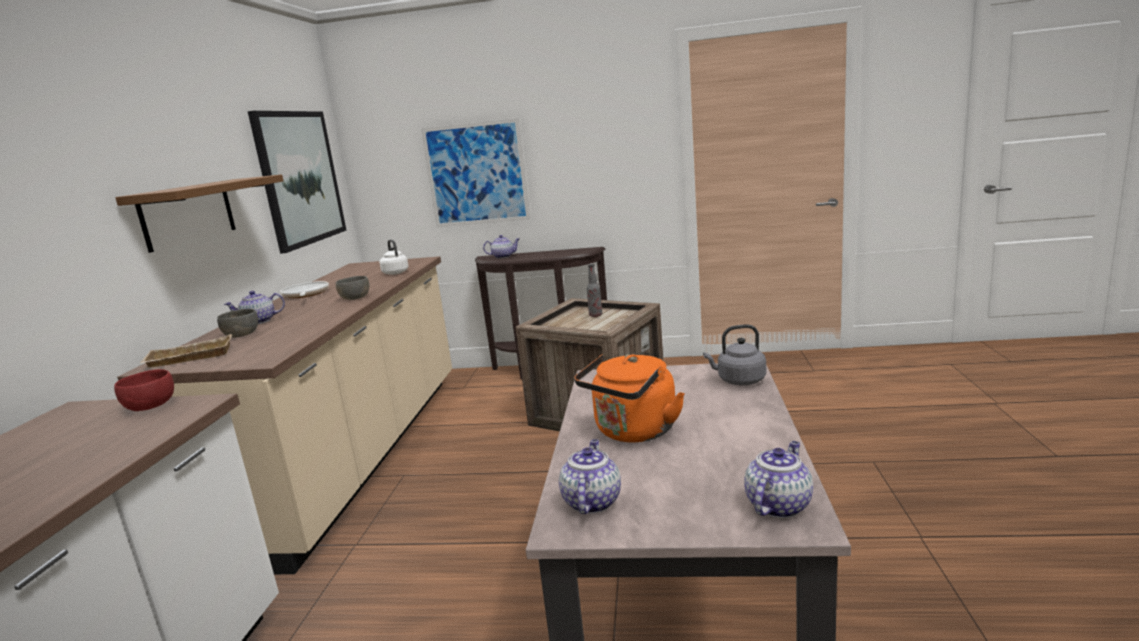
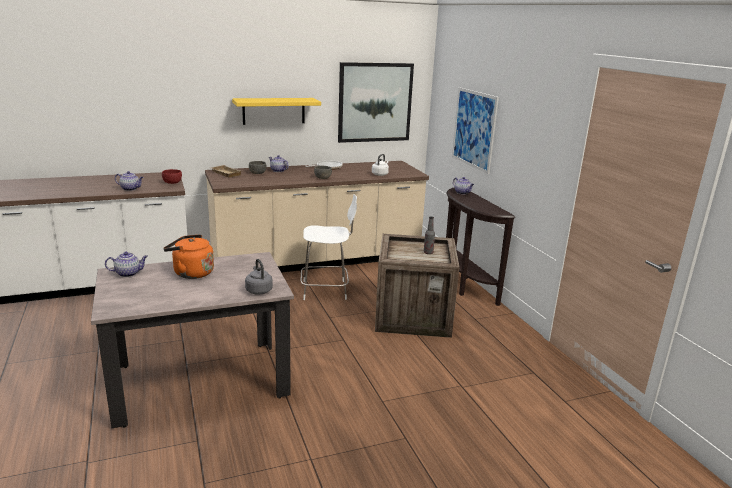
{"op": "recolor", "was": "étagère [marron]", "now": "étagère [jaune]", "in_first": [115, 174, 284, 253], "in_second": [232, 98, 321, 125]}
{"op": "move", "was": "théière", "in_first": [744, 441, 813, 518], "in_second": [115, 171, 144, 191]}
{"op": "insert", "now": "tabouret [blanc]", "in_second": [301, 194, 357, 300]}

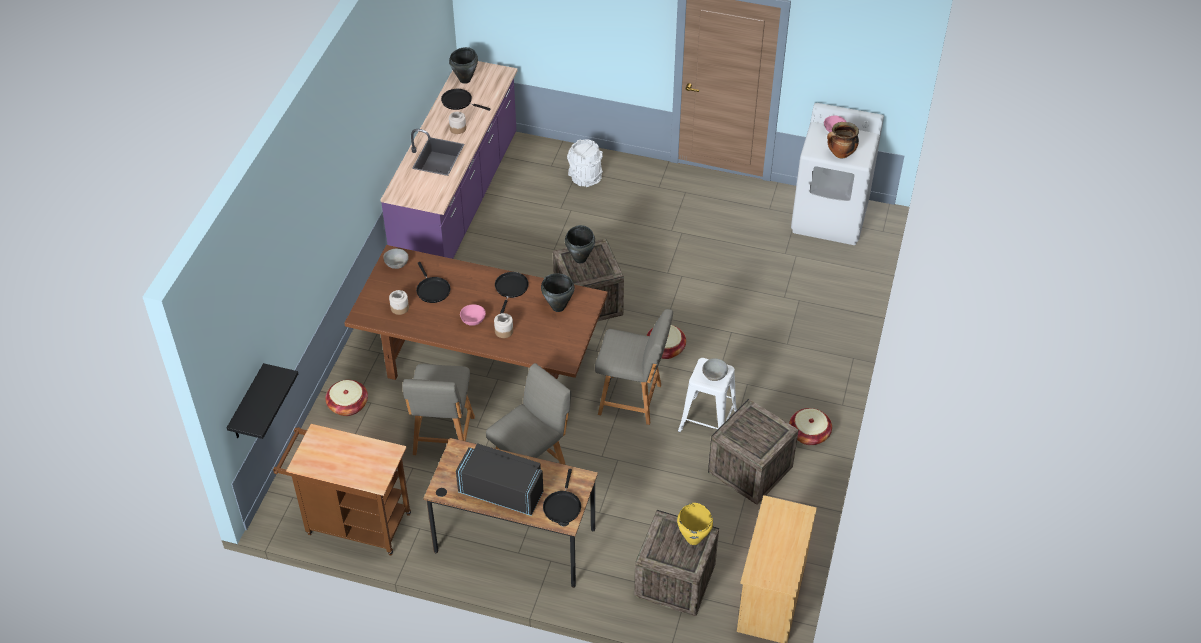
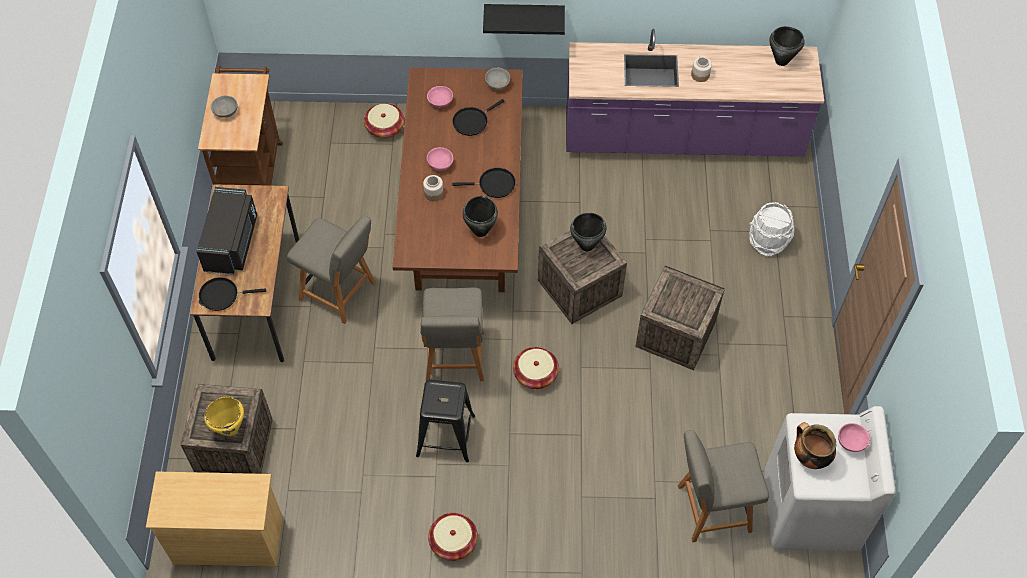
{"op": "move", "was": "étagère [noir]", "in_first": [227, 363, 298, 439], "in_second": [483, 4, 565, 35]}
{"op": "replace", "was": "bocal", "now": "bol [rose]", "in_first": [389, 290, 409, 315], "in_second": [427, 86, 453, 107]}
{"op": "move", "was": "chaise [gris]", "in_first": [402, 364, 475, 455], "in_second": [678, 430, 769, 542]}
{"op": "delete", "was": "poêle [noir]", "in_first": [441, 89, 491, 111]}
{"op": "recolor", "was": "tabouret [blanc]", "now": "tabouret [noir]", "in_first": [678, 358, 737, 432], "in_second": [416, 380, 475, 463]}
{"op": "move", "was": "bol [gris]", "in_first": [702, 358, 728, 381], "in_second": [211, 96, 237, 118]}
{"op": "move", "was": "caisse", "in_first": [708, 399, 799, 505], "in_second": [635, 266, 725, 370]}

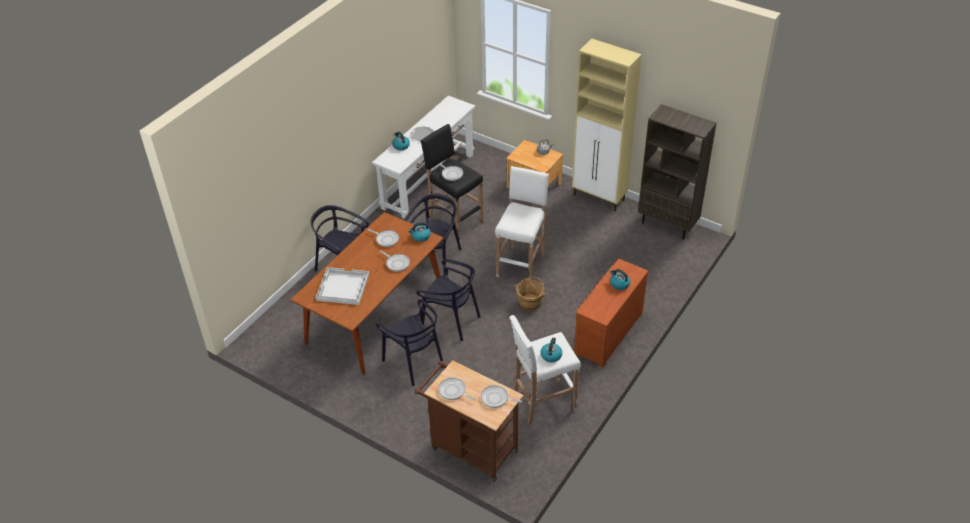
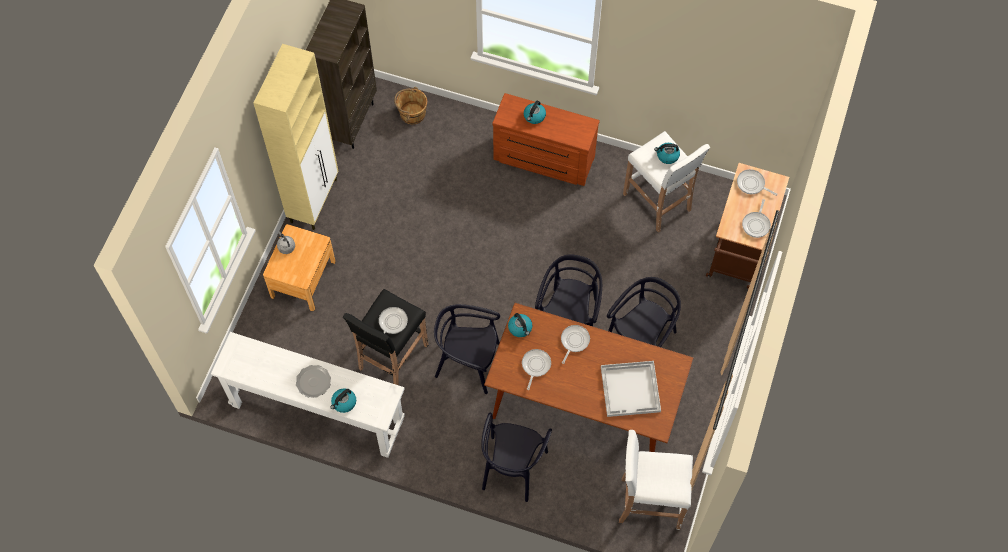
{"op": "rotate", "was": "poêle", "in_first": [481, 385, 522, 408], "in_second": [737, 169, 777, 196], "clockwise": 120}
{"op": "move", "was": "tabouret [blanc]", "in_first": [495, 166, 549, 279], "in_second": [619, 430, 693, 530]}
{"op": "move", "was": "seau [marron]", "in_first": [514, 277, 547, 311], "in_second": [394, 87, 427, 124]}

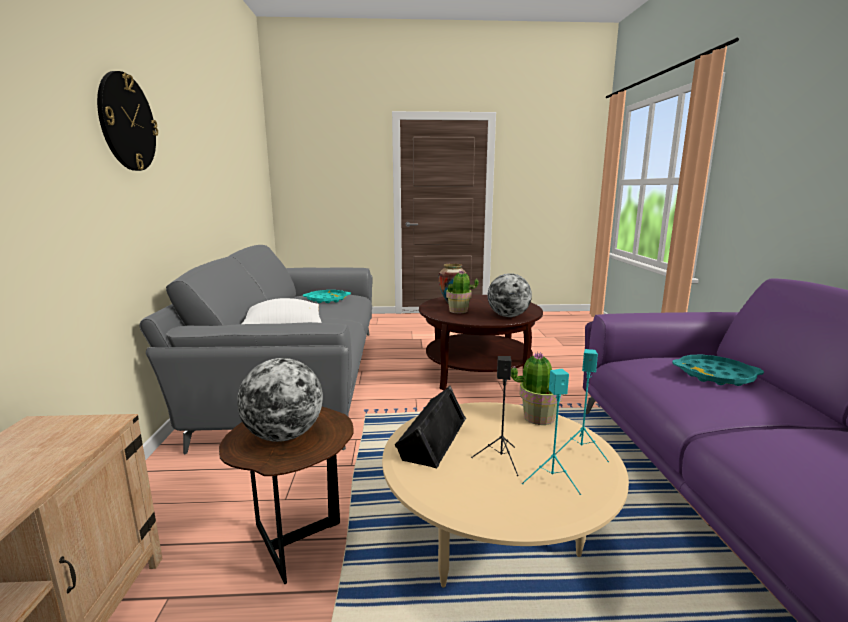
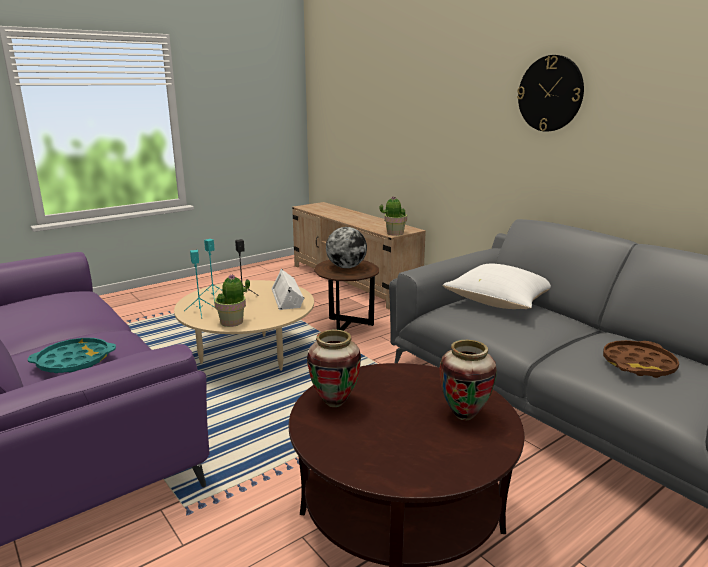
{"op": "recolor", "was": "plateau [turquoise]", "now": "plateau [marron]", "in_first": [303, 290, 351, 303], "in_second": [603, 340, 679, 378]}
{"op": "recolor", "was": "enceinte [noir]", "now": "enceinte [blanc]", "in_first": [395, 386, 466, 468], "in_second": [272, 268, 305, 310]}
{"op": "move", "was": "plante en pot", "in_first": [446, 270, 478, 313], "in_second": [380, 196, 407, 236]}
{"op": "replace", "was": "globe", "now": "vase", "in_first": [488, 273, 532, 317], "in_second": [307, 330, 361, 407]}

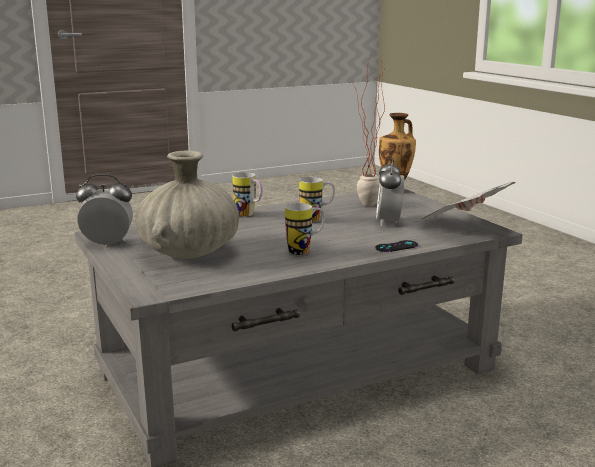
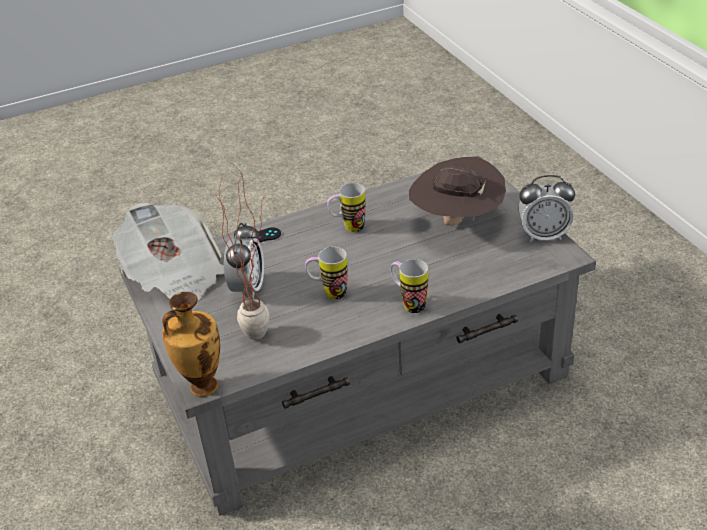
{"op": "replace", "was": "vase [beige]", "now": "chapeau [marron]", "in_first": [136, 151, 239, 259], "in_second": [409, 157, 506, 226]}

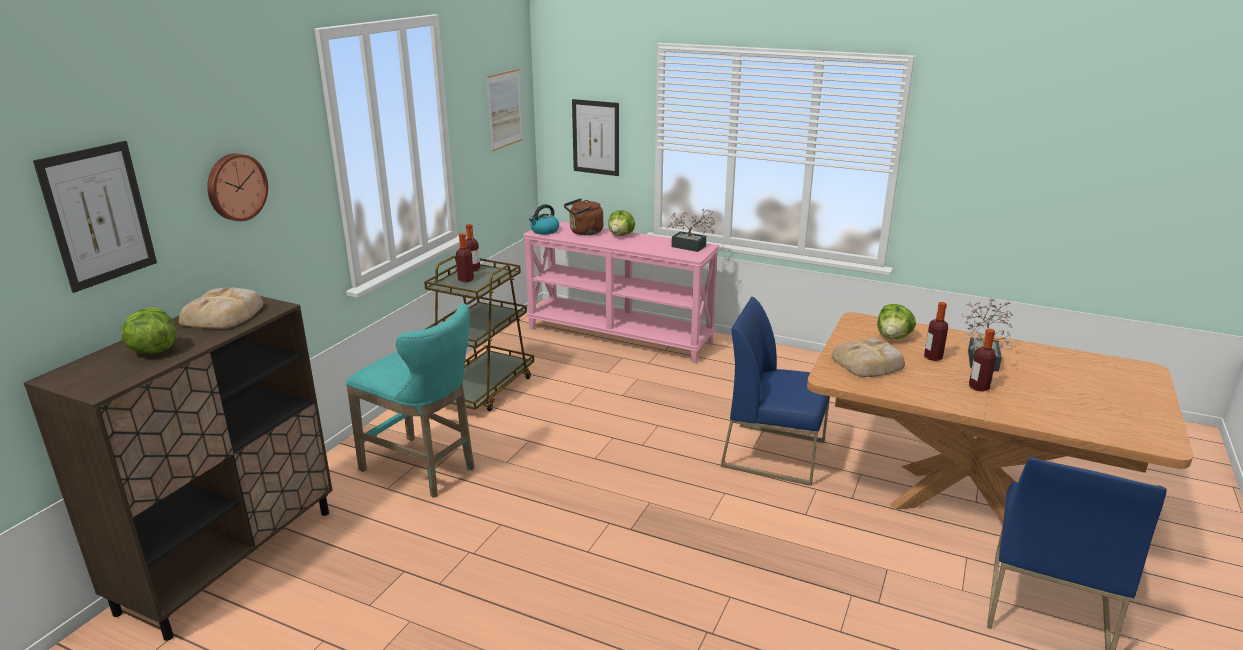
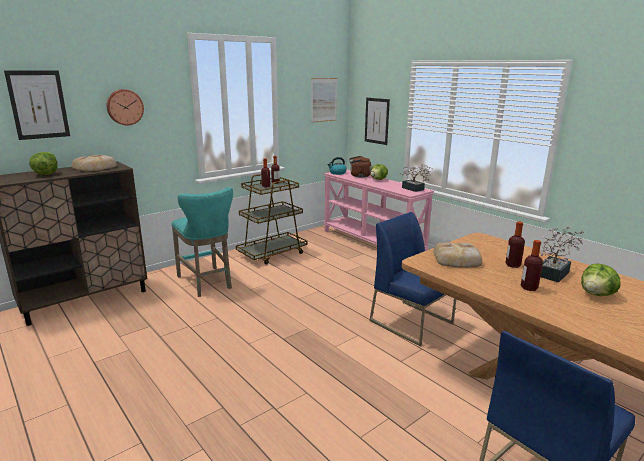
{"op": "move", "was": "laitue", "in_first": [878, 304, 916, 339], "in_second": [581, 263, 621, 296]}

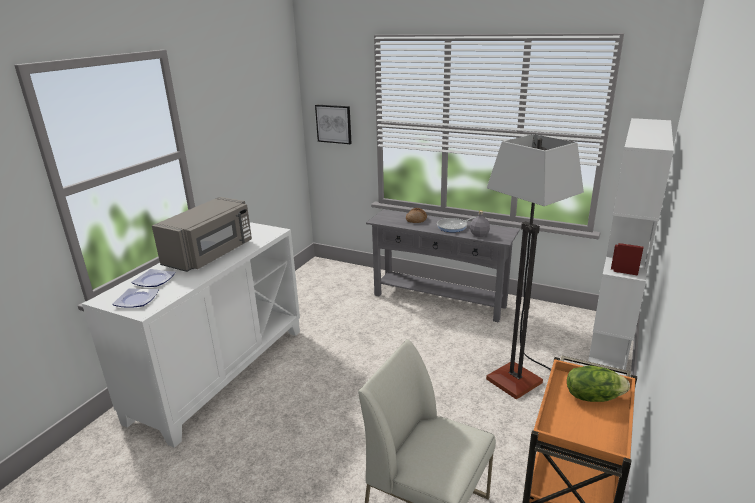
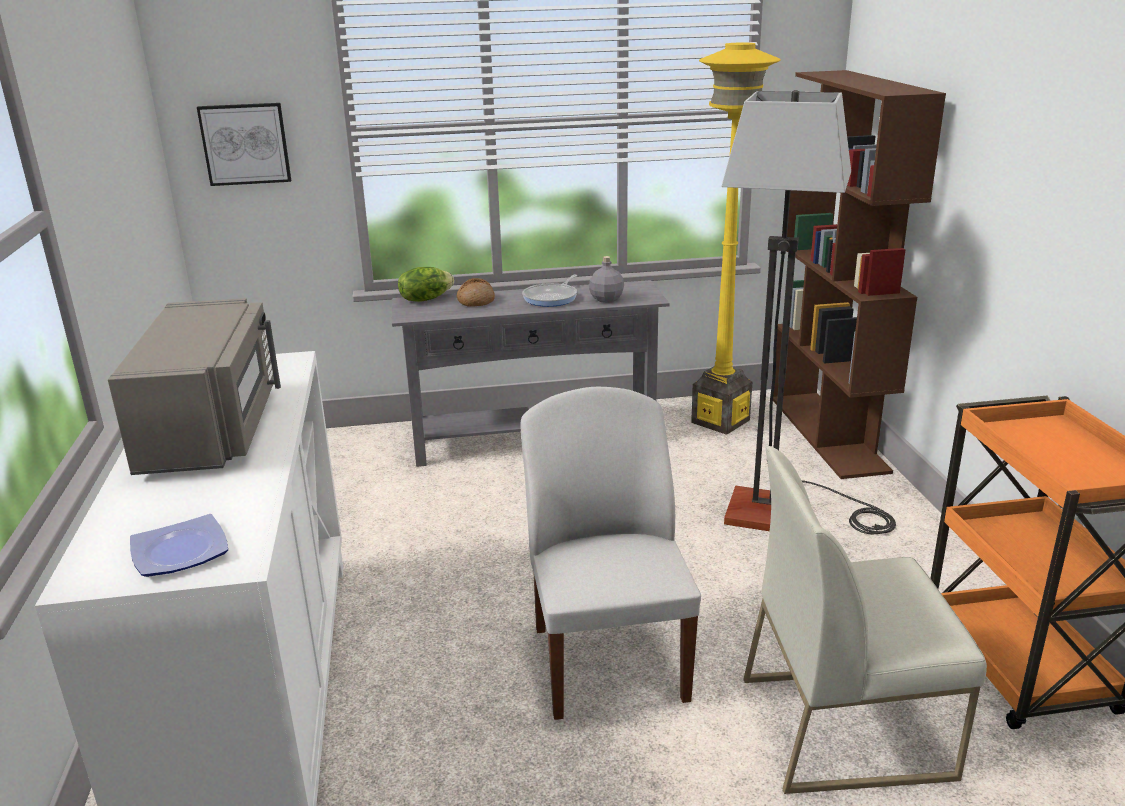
{"op": "delete", "was": "assiette", "in_first": [131, 269, 176, 287]}
{"op": "move", "was": "laitue", "in_first": [567, 365, 630, 402], "in_second": [398, 267, 454, 302]}
{"op": "recolor", "was": "bibliothèque [blanc]", "now": "bibliothèque [marron]", "in_first": [587, 118, 674, 376], "in_second": [773, 70, 946, 479]}
{"op": "insert", "now": "chaise [blanc]", "in_second": [520, 387, 701, 720]}
{"op": "insert", "now": "lampadaire [jaune]", "in_second": [691, 43, 781, 435]}

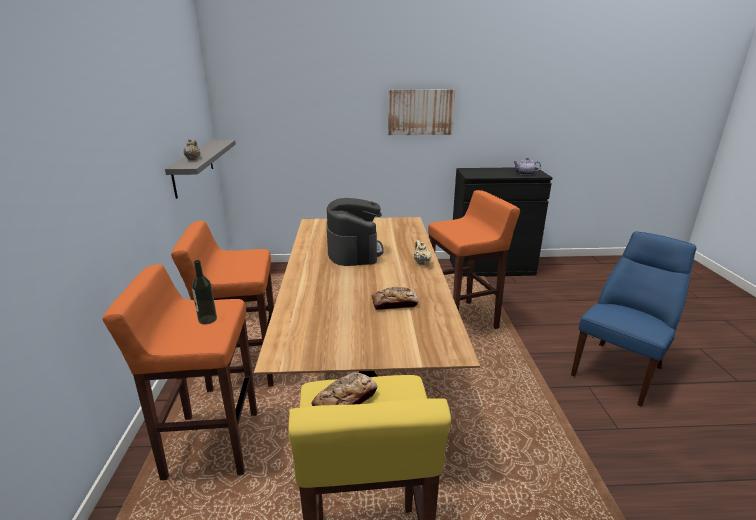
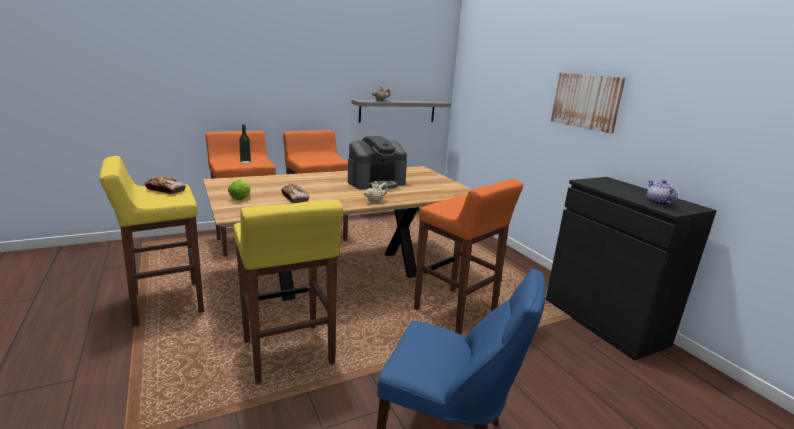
{"op": "insert", "now": "laitue", "in_second": [228, 179, 250, 200]}
{"op": "insert", "now": "tabouret [jaune]", "in_second": [233, 200, 343, 384]}

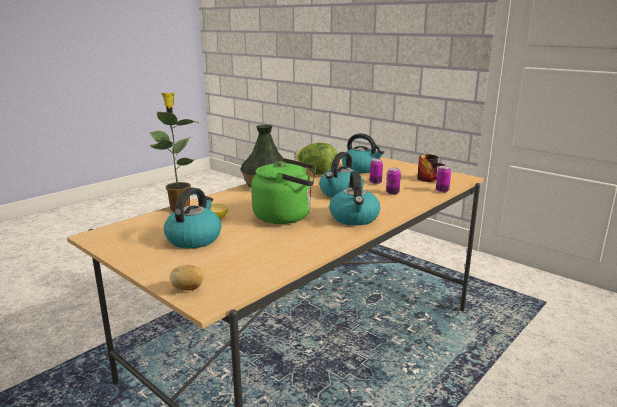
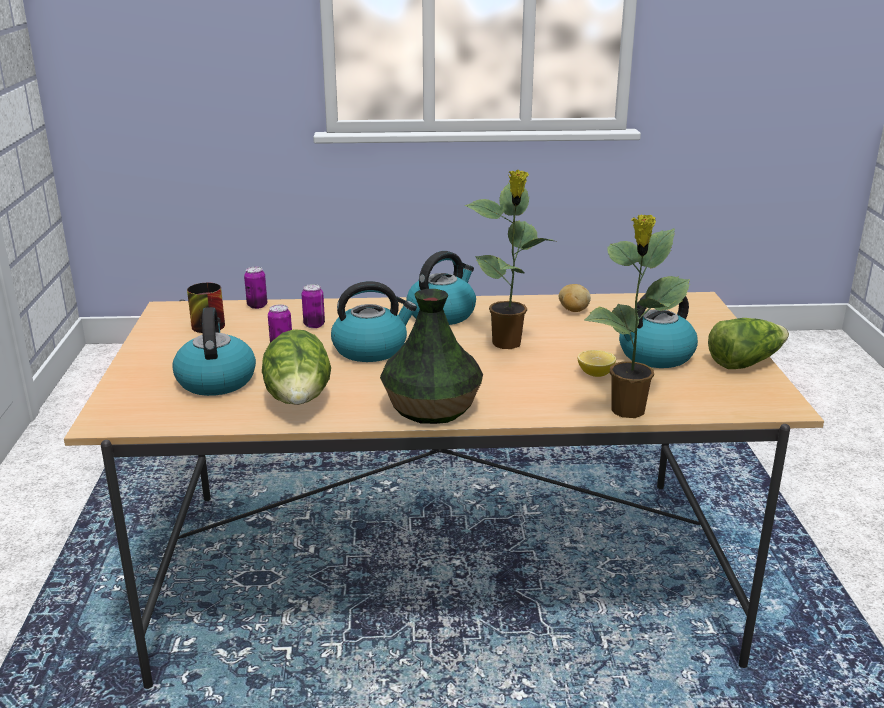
{"op": "move", "was": "pomme de terre", "in_first": [170, 265, 204, 290], "in_second": [559, 284, 591, 312]}
{"op": "replace", "was": "bouilloire [vert]", "now": "plante en pot", "in_first": [251, 158, 316, 224], "in_second": [464, 170, 554, 349]}
{"op": "insert", "now": "laitue", "in_second": [708, 318, 789, 369]}

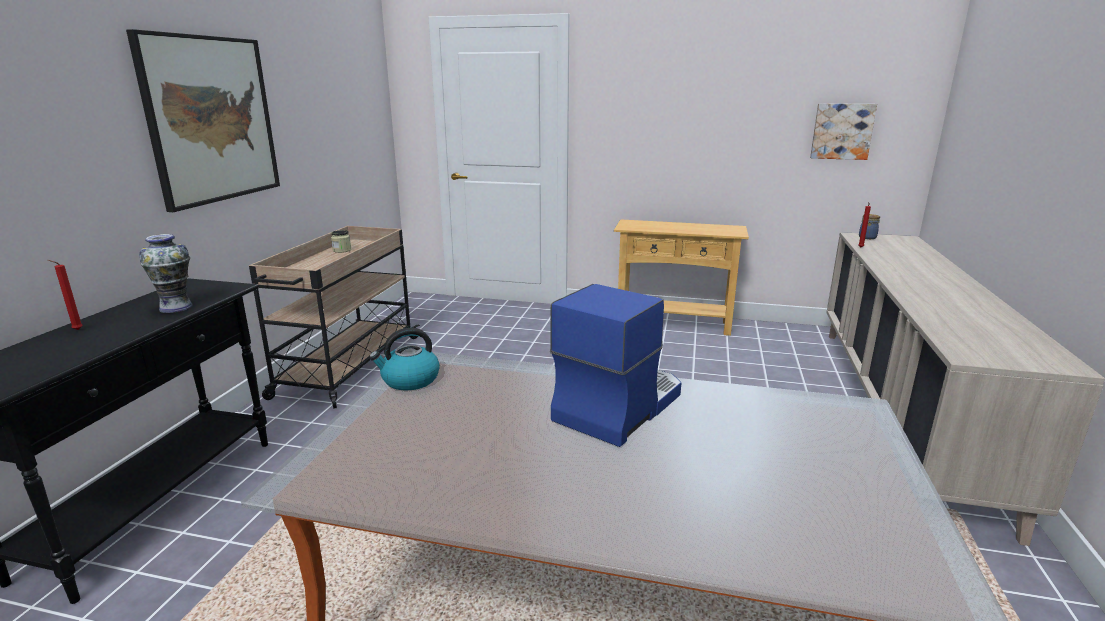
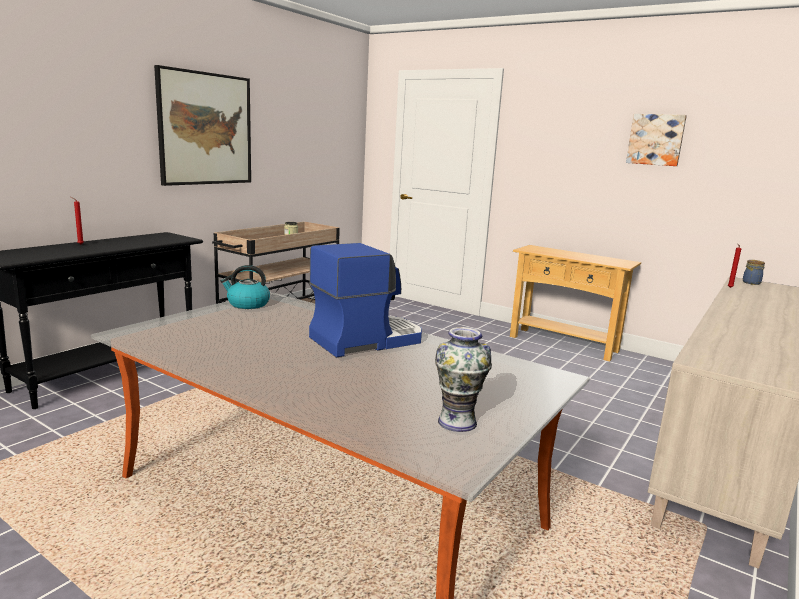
{"op": "move", "was": "vase", "in_first": [139, 234, 193, 313], "in_second": [435, 327, 492, 432]}
{"op": "move", "was": "tableau", "in_first": [810, 103, 877, 160], "in_second": [626, 114, 687, 166]}

